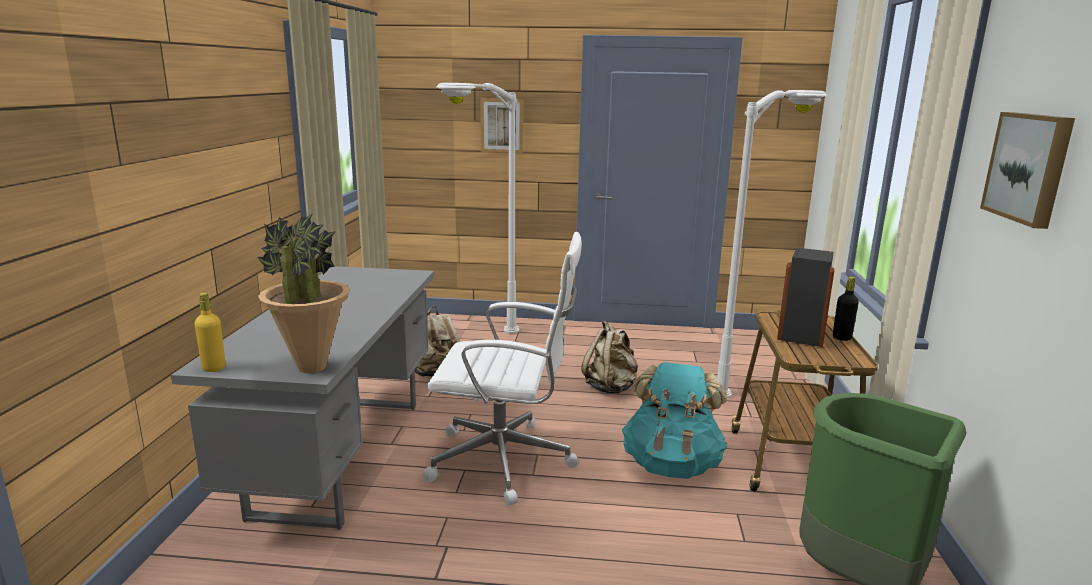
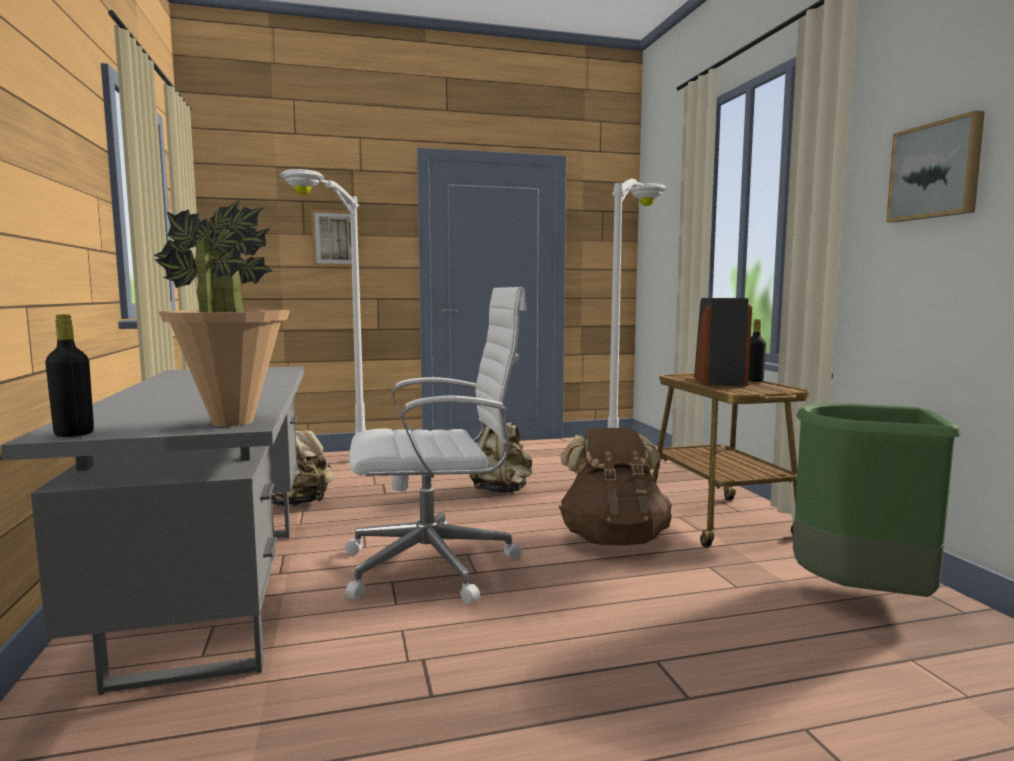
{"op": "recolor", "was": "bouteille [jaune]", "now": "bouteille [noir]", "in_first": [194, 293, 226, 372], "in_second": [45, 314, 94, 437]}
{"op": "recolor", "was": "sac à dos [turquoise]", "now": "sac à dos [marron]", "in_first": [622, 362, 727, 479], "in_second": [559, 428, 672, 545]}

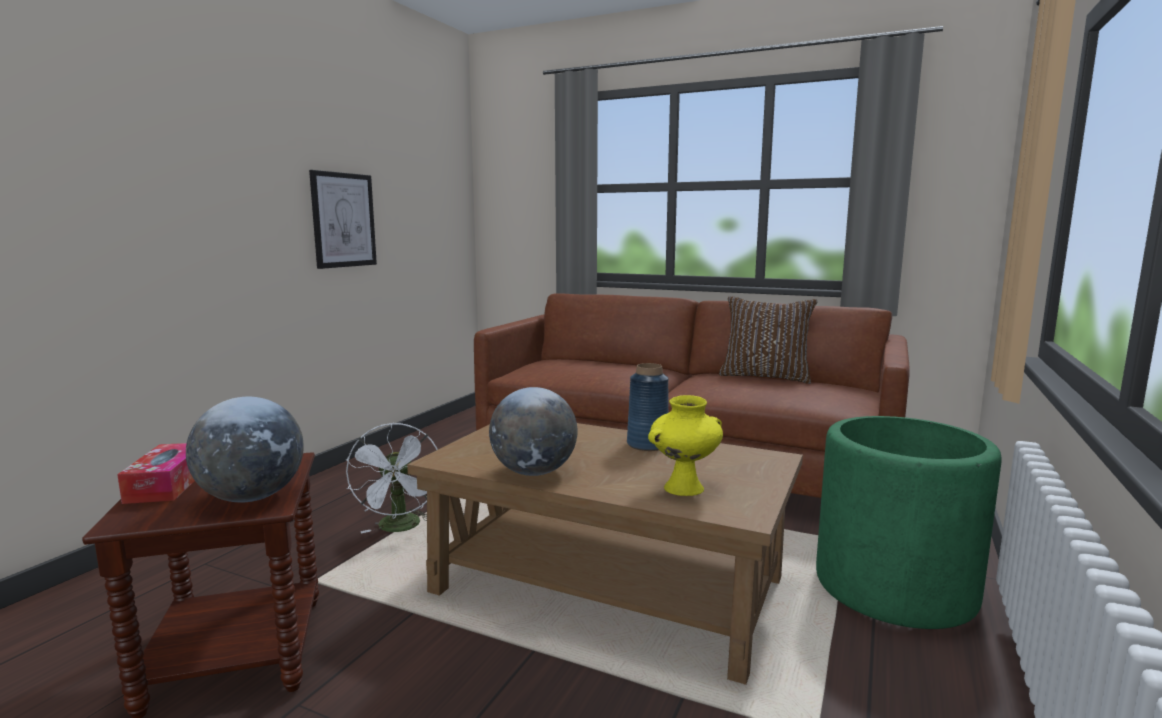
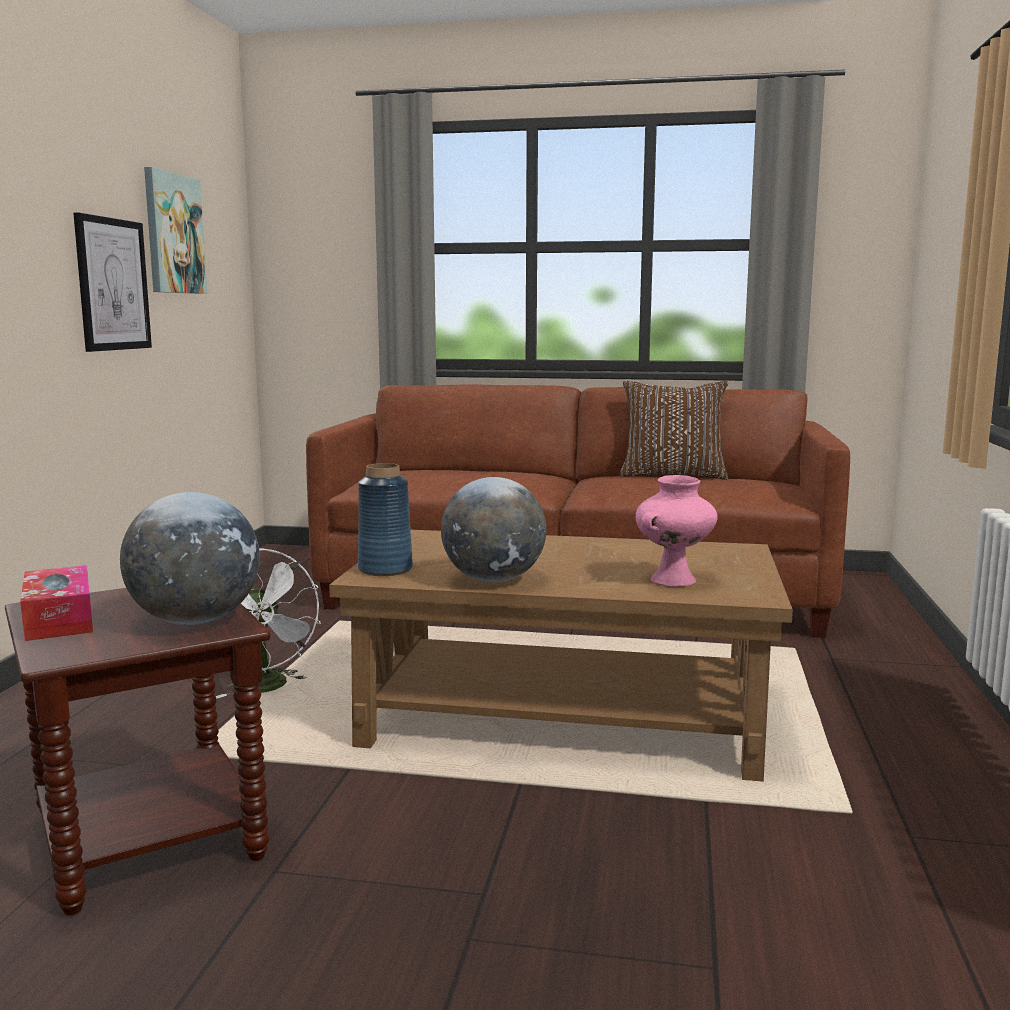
{"op": "move", "was": "vase [bleu]", "in_first": [627, 363, 669, 451], "in_second": [358, 463, 413, 576]}
{"op": "recolor", "was": "vase [jaune]", "now": "vase [rose]", "in_first": [648, 395, 723, 496], "in_second": [636, 475, 718, 587]}
{"op": "delete", "was": "cache-pot [vert]", "in_first": [816, 416, 1002, 629]}
{"op": "insert", "now": "tableau", "in_second": [144, 167, 207, 294]}

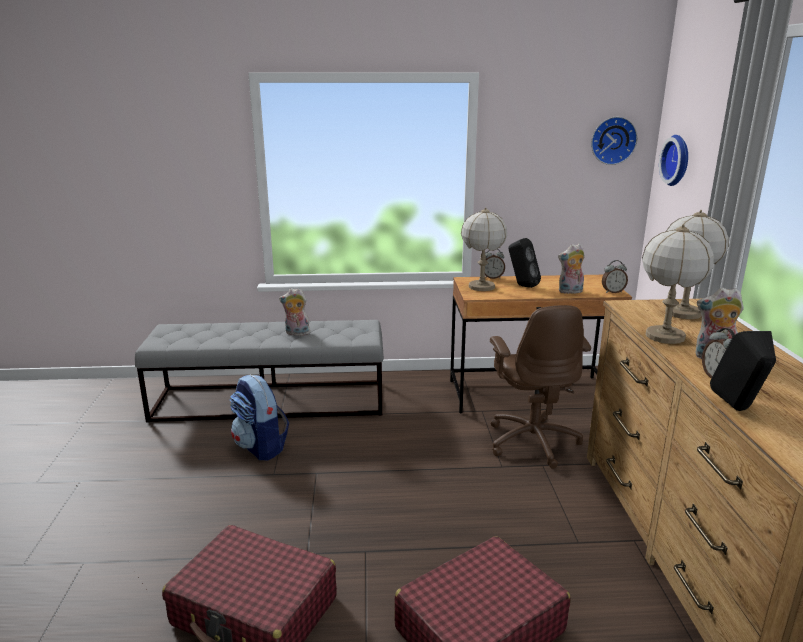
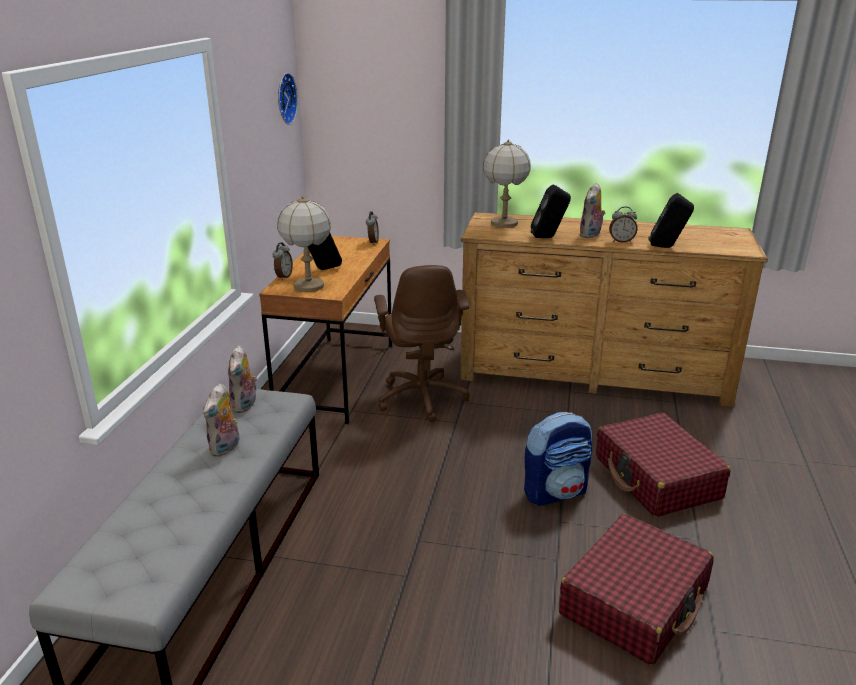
{"op": "move", "was": "sac à dos", "in_first": [230, 375, 289, 460], "in_second": [524, 412, 592, 506]}
{"op": "rotate", "was": "chaise de bureau [marron]", "in_first": [490, 305, 591, 469], "in_second": [374, 265, 470, 422], "clockwise": 75}
{"op": "move", "was": "peluche", "in_first": [558, 243, 585, 294], "in_second": [228, 345, 257, 413]}
{"op": "replace", "was": "lampe de table", "now": "enceinte [noir]", "in_first": [642, 224, 714, 344], "in_second": [531, 184, 571, 238]}
{"op": "delete", "was": "horloge murale", "in_first": [659, 135, 688, 186]}

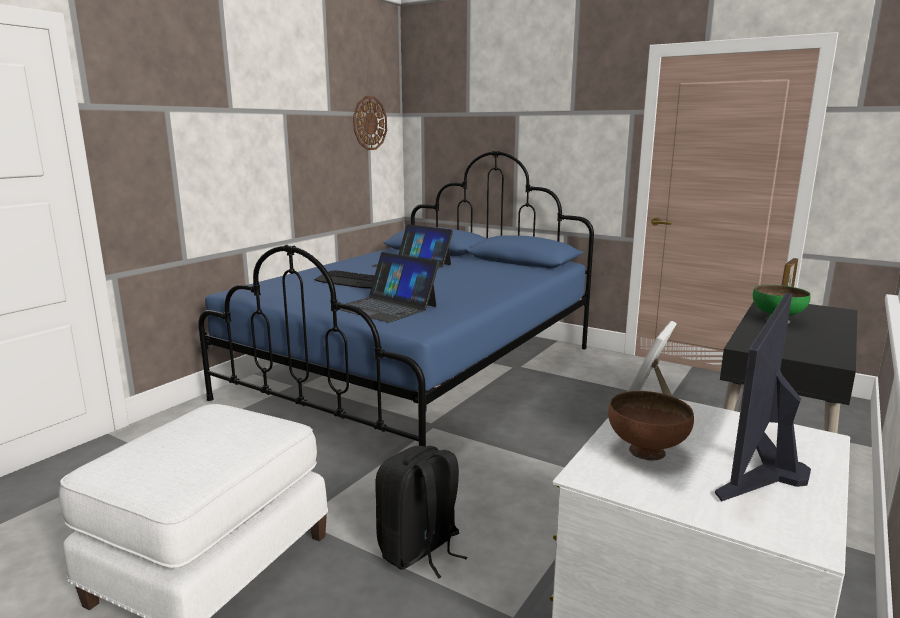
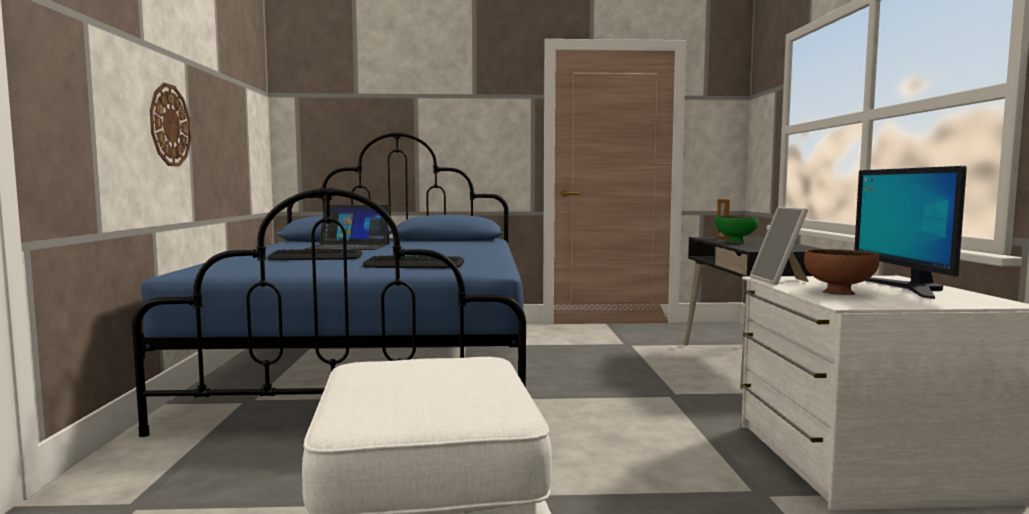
{"op": "replace", "was": "ordinateur portable", "now": "clavier", "in_first": [339, 252, 439, 323], "in_second": [363, 256, 464, 268]}
{"op": "move", "was": "horloge murale", "in_first": [353, 96, 387, 150], "in_second": [150, 83, 191, 167]}
{"op": "delete", "was": "sac à dos [noir]", "in_first": [375, 446, 468, 579]}

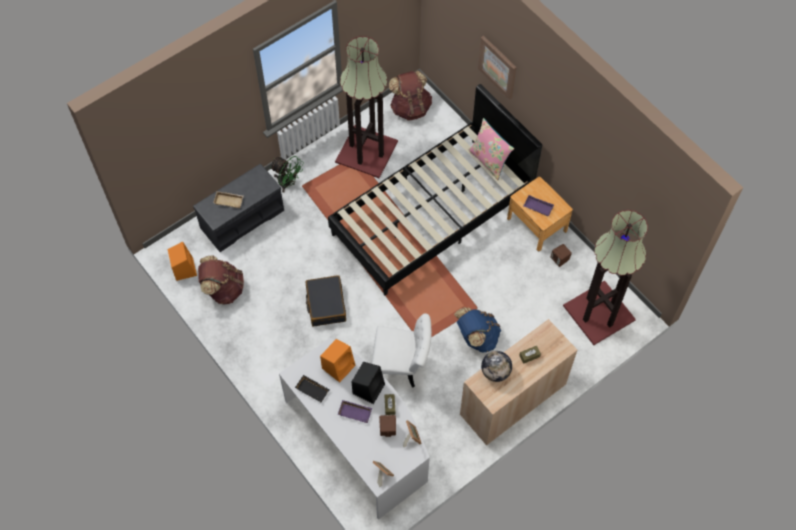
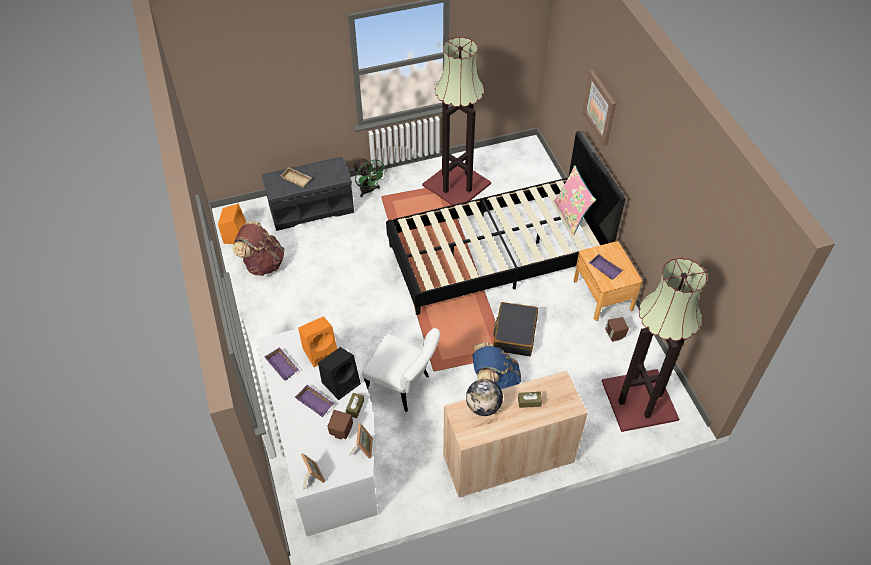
{"op": "recolor", "was": "plateau [noir]", "now": "plateau [violet]", "in_first": [295, 375, 330, 402], "in_second": [264, 347, 299, 381]}
{"op": "move", "was": "valise [noir]", "in_first": [306, 275, 346, 327], "in_second": [493, 302, 538, 356]}
{"op": "delete", "was": "sac à dos [marron]", "in_first": [389, 71, 432, 121]}

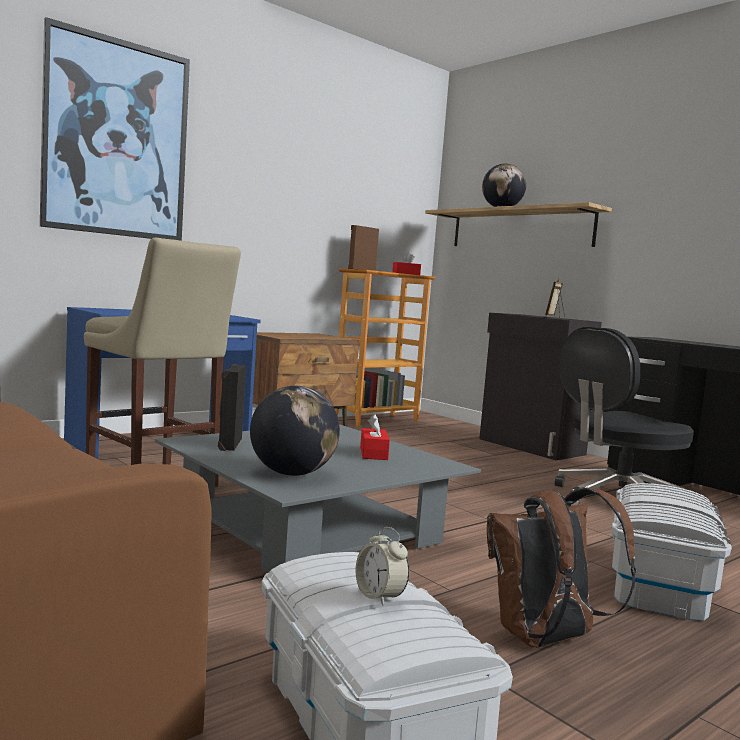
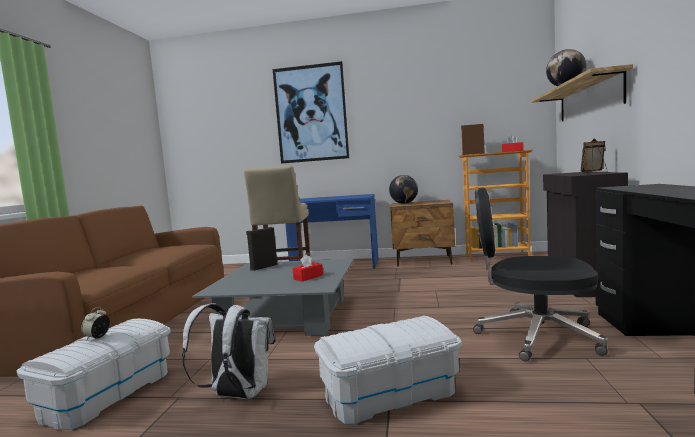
{"op": "move", "was": "globe", "in_first": [250, 386, 340, 476], "in_second": [389, 175, 418, 204]}
{"op": "recolor", "was": "sac à dos [marron]", "now": "sac à dos [blanc]", "in_first": [487, 487, 636, 648], "in_second": [182, 303, 275, 399]}

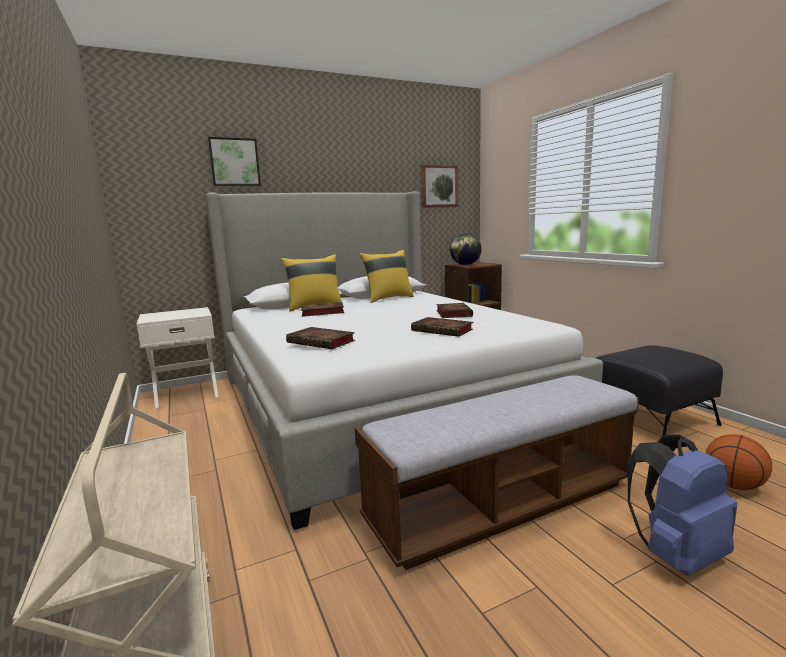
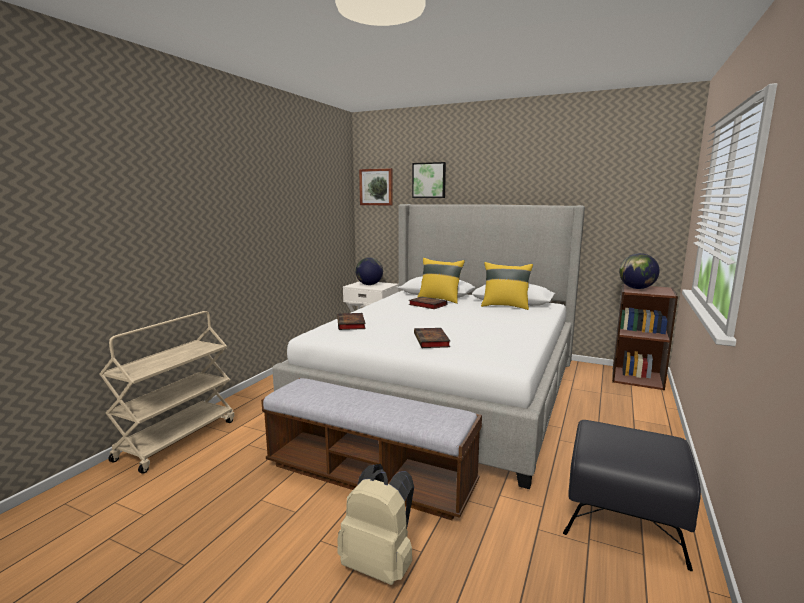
{"op": "move", "was": "tableau", "in_first": [421, 165, 458, 208], "in_second": [359, 168, 393, 205]}
{"op": "delete", "was": "livre", "in_first": [436, 303, 473, 318]}
{"op": "recolor", "was": "sac à dos [bleu]", "now": "sac à dos [beige]", "in_first": [627, 435, 737, 576], "in_second": [337, 464, 414, 585]}
{"op": "delete", "was": "ballon de basket", "in_first": [706, 434, 772, 490]}
{"op": "insert", "now": "globe", "in_second": [355, 257, 383, 285]}

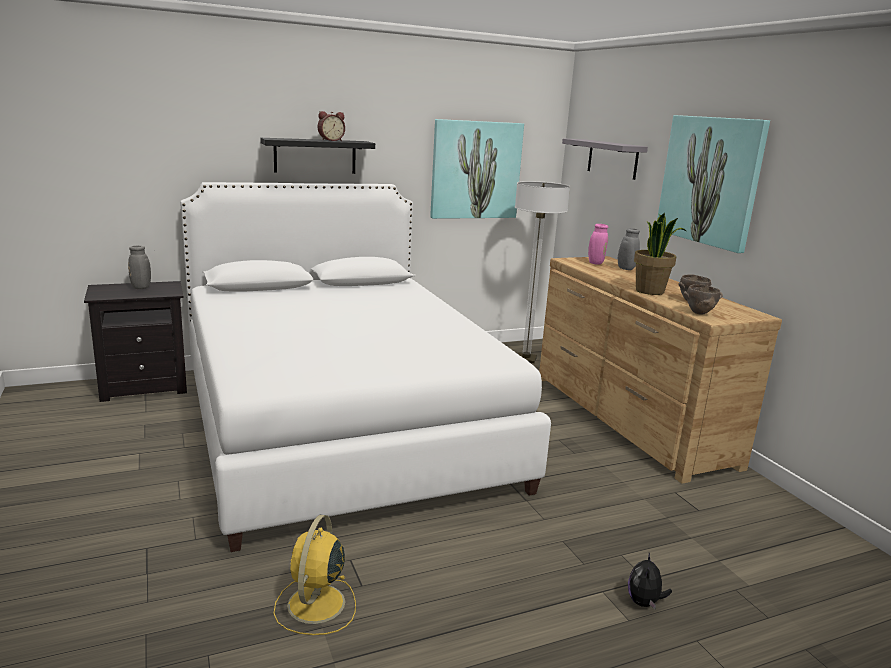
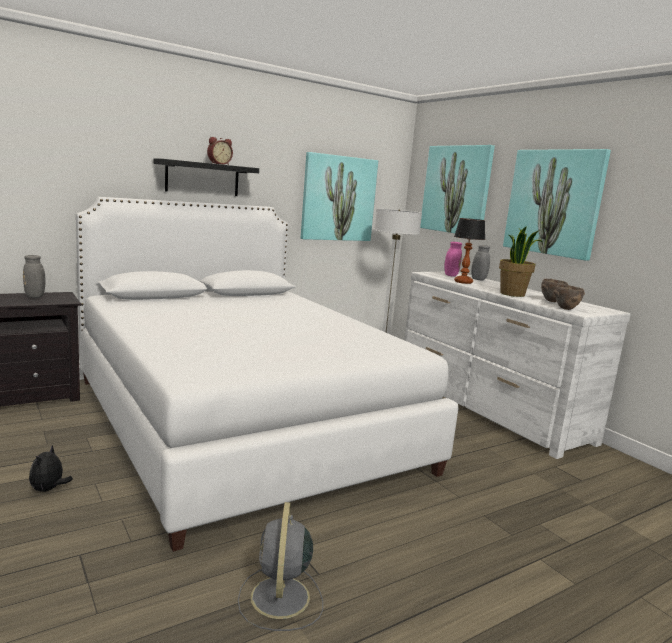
{"op": "recolor", "was": "ventilateur [jaune]", "now": "ventilateur [gris]", "in_first": [274, 515, 356, 635], "in_second": [238, 502, 323, 631]}
{"op": "recolor", "was": "commode [marron]", "now": "commode [blanc]", "in_first": [539, 256, 782, 484], "in_second": [404, 272, 631, 459]}
{"op": "replace", "was": "étagère [gris]", "now": "tableau", "in_first": [562, 138, 648, 180], "in_second": [420, 145, 495, 233]}
{"op": "move", "was": "peluche", "in_first": [628, 553, 672, 609], "in_second": [29, 445, 73, 492]}
{"op": "insert", "now": "lampe de table", "in_second": [454, 218, 485, 284]}

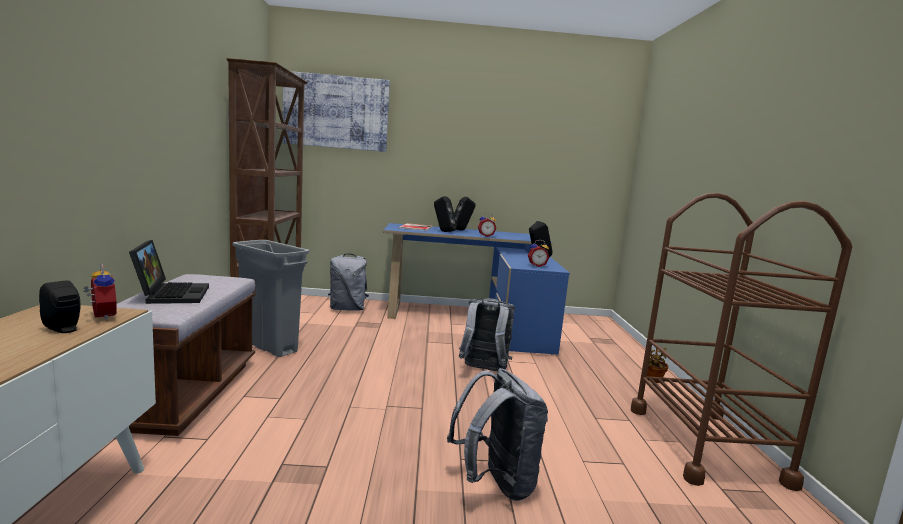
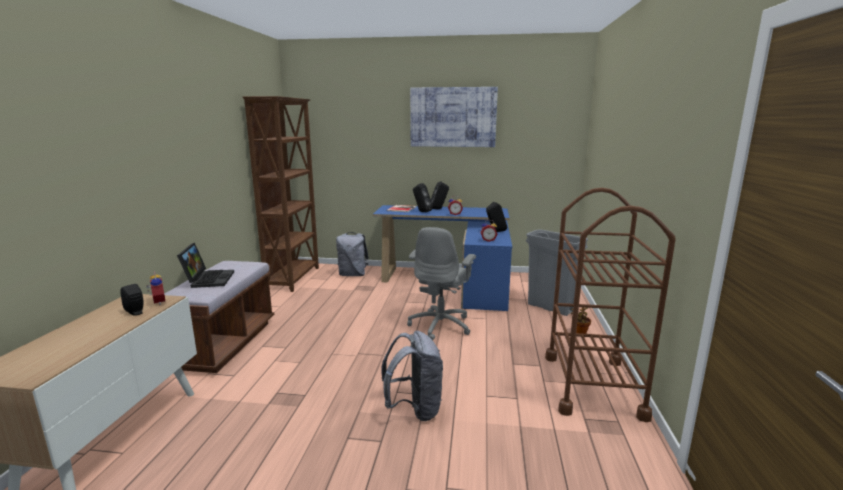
{"op": "move", "was": "poubelle [gris]", "in_first": [233, 240, 309, 357], "in_second": [526, 229, 588, 316]}
{"op": "move", "was": "tableau", "in_first": [282, 71, 390, 152], "in_second": [410, 87, 498, 147]}
{"op": "replace", "was": "sac à dos [gris]", "now": "chaise de bureau [gris]", "in_first": [459, 298, 515, 371], "in_second": [407, 227, 476, 340]}

